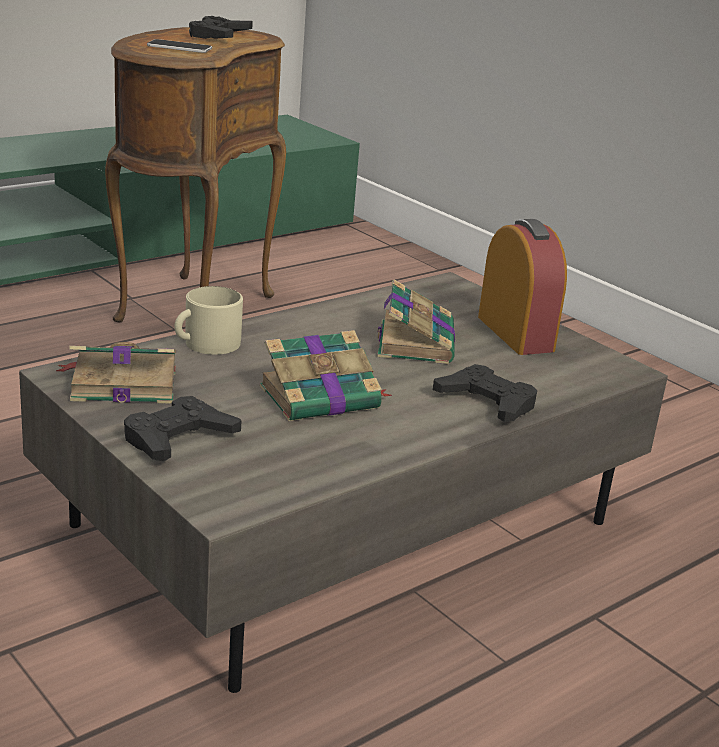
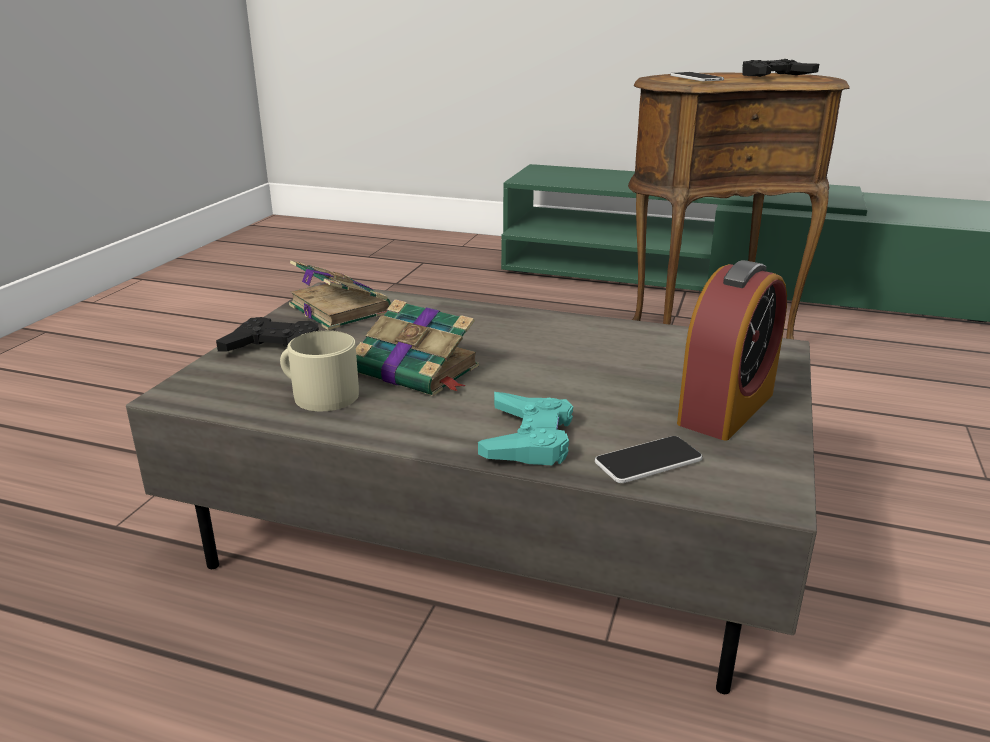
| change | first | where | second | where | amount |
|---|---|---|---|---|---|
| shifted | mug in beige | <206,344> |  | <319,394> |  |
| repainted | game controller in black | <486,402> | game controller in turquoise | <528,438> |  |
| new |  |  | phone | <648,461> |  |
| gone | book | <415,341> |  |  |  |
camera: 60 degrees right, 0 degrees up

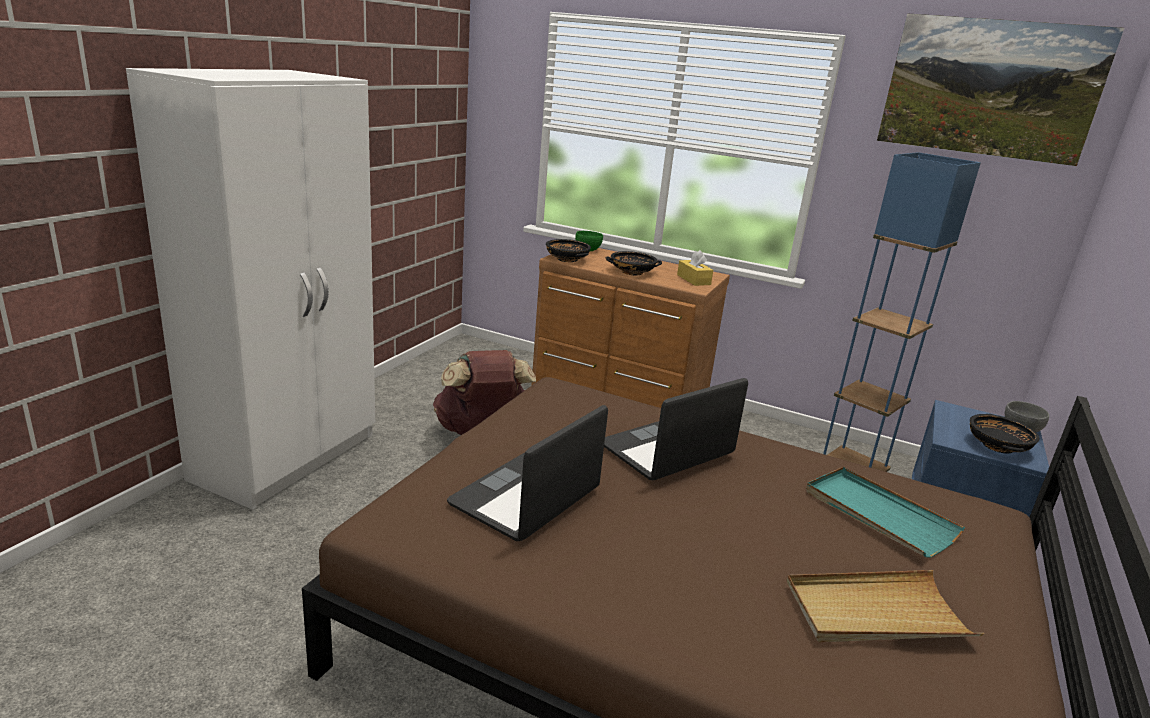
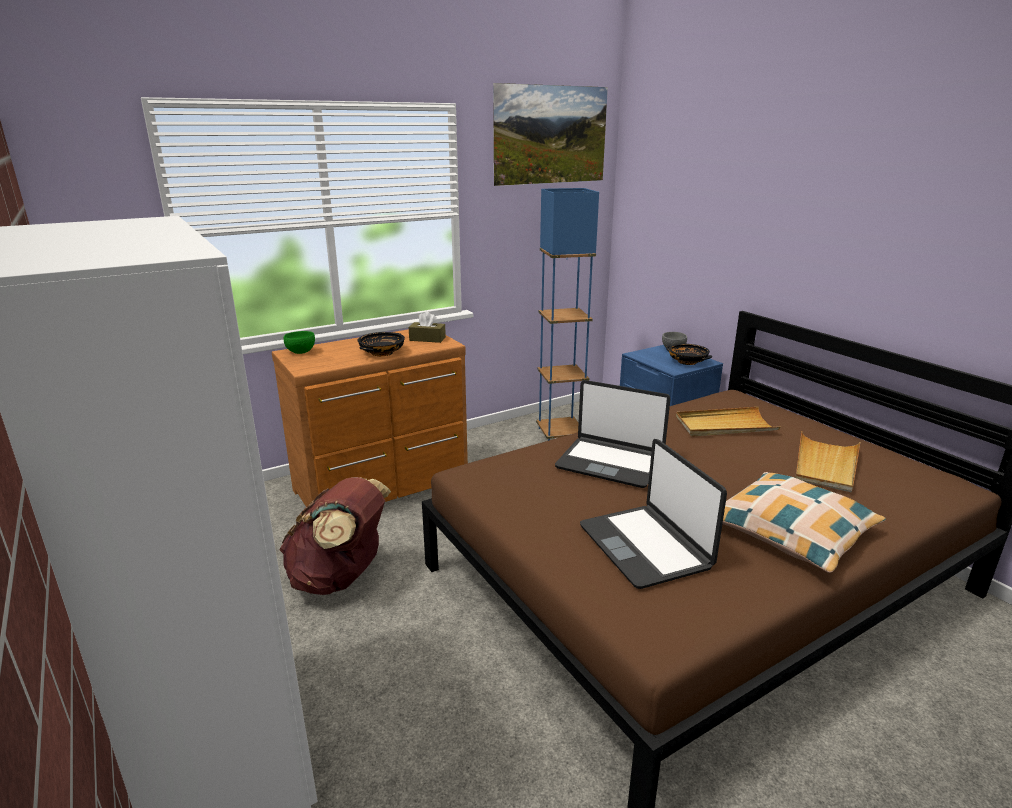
| change | first | where | second | where | amount |
|---|---|---|---|---|---|
| repainted | tissue box in yellow | <693,280> | tissue box in brown | <427,339> |  |
| rotated | laptop | <667,451> |  | <610,463> | 60 degrees counterclockwise |
| repainted | tray in turquoise | <878,515> | tray in beige | <724,425> |  |
| new |  |  | pillow | <791,531> |  |
| gone | bowl in black | <567,259> |  |  |  |
camera: 55 degrees left, 0 degrees up

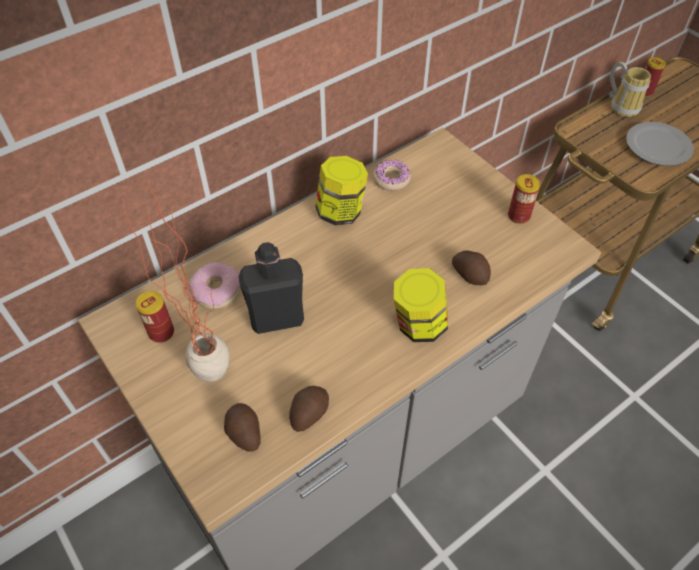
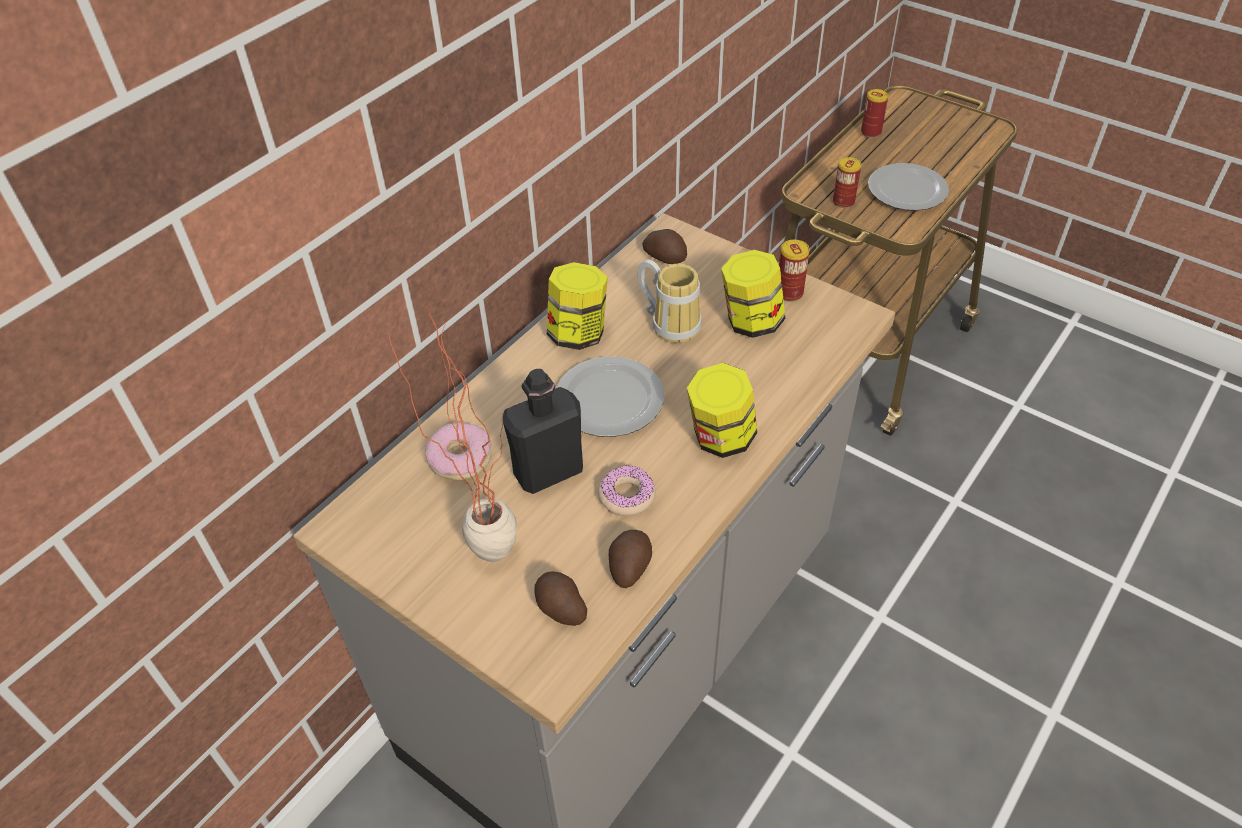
| change | first | where | second | where | amount |
|---|---|---|---|---|---|
| new |  |  | plate | <607,399> |  |
| shifted | donut | <391,179> |  | <627,496> |  |
| shifted | mug | <622,105> |  | <672,323> |  |
| shifted | potato | <470,274> |  | <665,256> |  |
| new |  |  | jar | <750,322> |  |
| shifted | can | <161,332> |  | <843,202> |  |
camera: 15 degrees left, 5 degrees down

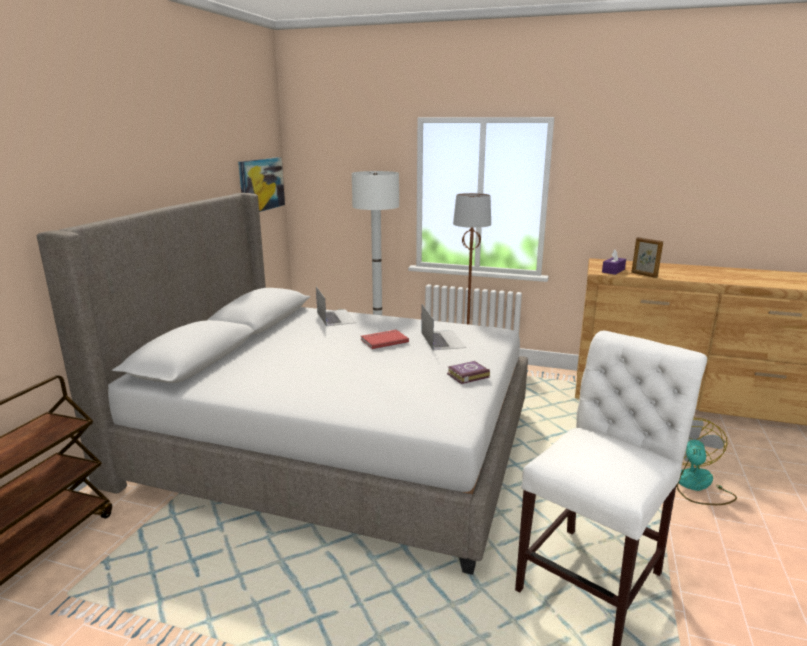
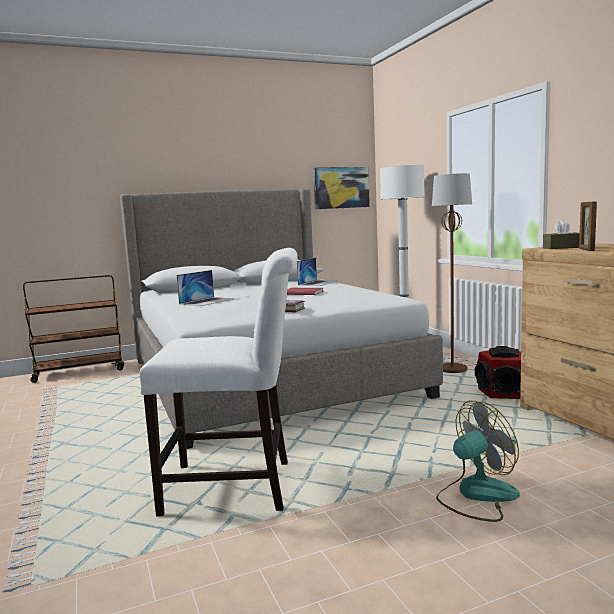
| change | first | where | second | where | amount |
|---|---|---|---|---|---|
| shifted | laptop | <442,339> |  | <207,301> |  |
| new |  |  | speaker | <503,392> |  |
| repainted | tissue box in purple | <613,271> | tissue box in brown | <562,247> |  |
camera: 50 degrees right, 10 degrees down

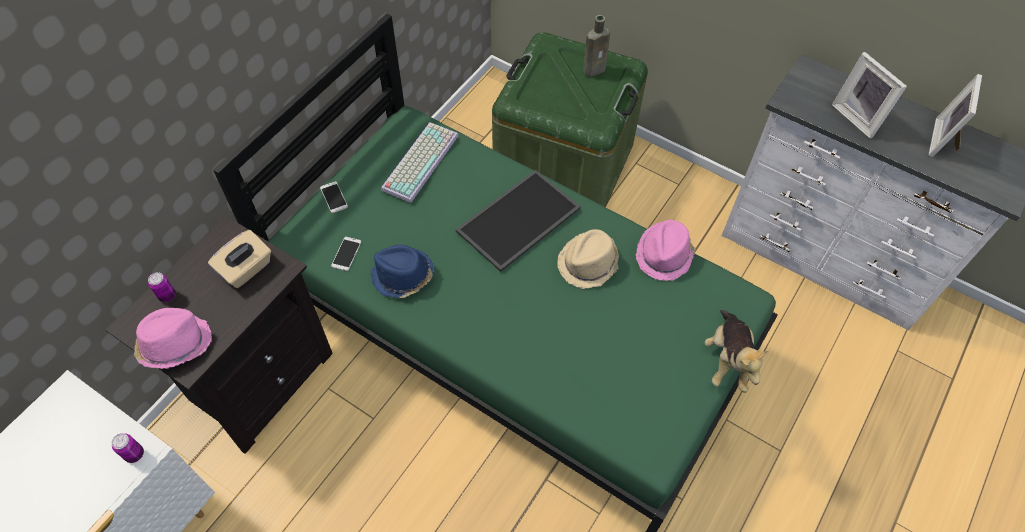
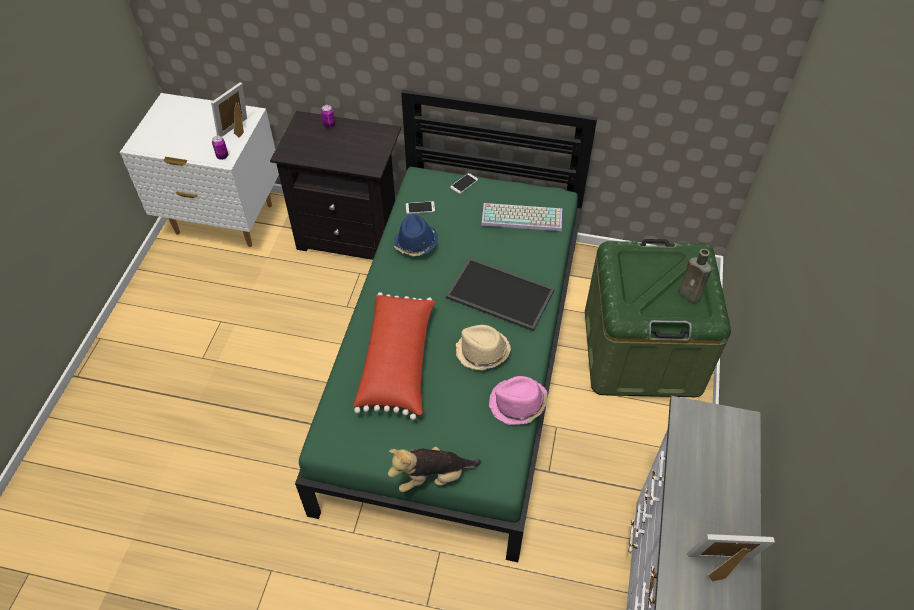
| change | first | where | second | where | amount |
|---|---|---|---|---|---|
| shifted | picture frame | <858,117> |  | <237,131> |  |
| new |  |  | pillow in red | <398,362> |  |
| gone | hat in pink | <175,344> |  |  |  |
| gone | tissue box in beige | <246,269> |  |  |  |
camera: 70 degrees right, 5 degrees down

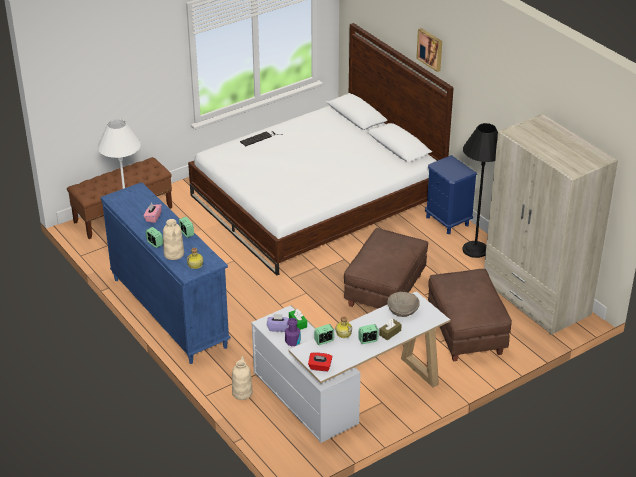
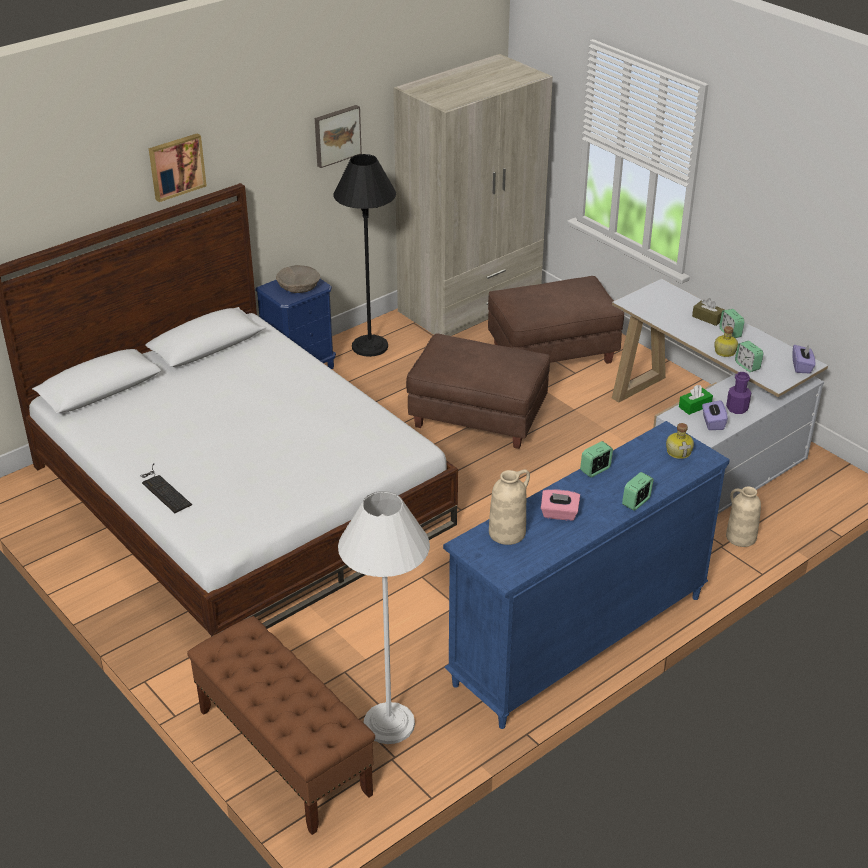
| change | first | where | second | where | amount |
|---|---|---|---|---|---|
| shifted | bowl in beige | <402,309> |  | <298,286> |  |
| new |  |  | picture | <336,135> |  |
| shifted | vase in beige | <174,254> |  | <507,532> |  |
| repainted | tissue box in red | <320,367> | tissue box in purple | <802,366> |  |
camera: 95 degrees left, 0 degrees up

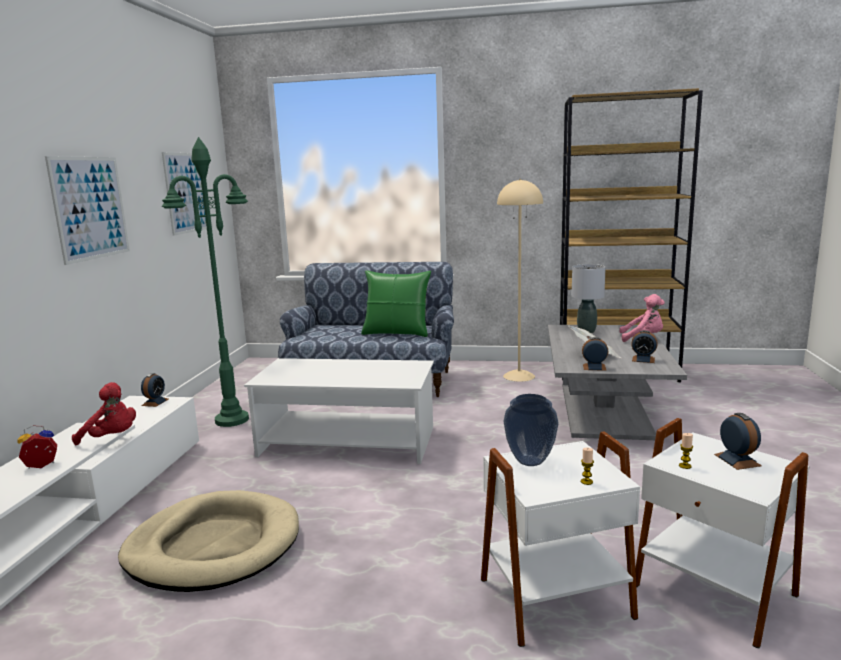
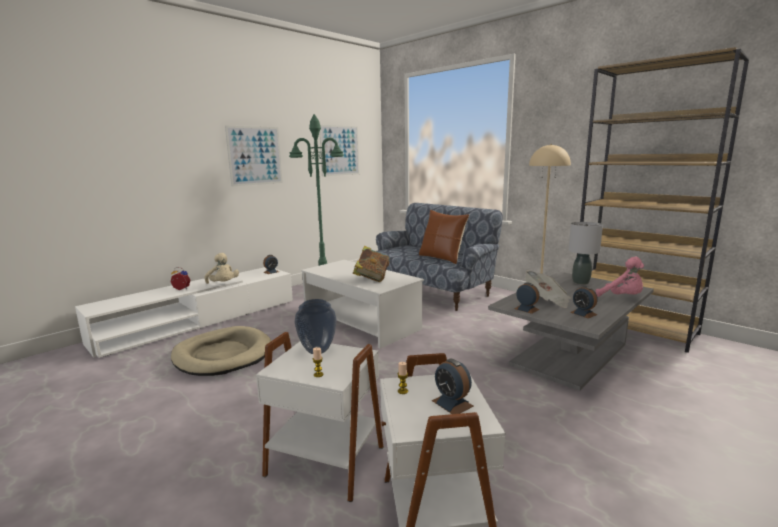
| change | first | where | second | where | amount |
|---|---|---|---|---|---|
| repainted | plush toy in red | <112,438> | plush toy in beige | <223,284> |  |
| new |  |  | book | <372,278> |  |
| repainted | pillow in green | <397,333> | pillow in brown | <442,258> |  |
| rotated | alarm clock | <737,460> |  | <452,403> | 120 degrees clockwise |
camera: 35 degrees right, 0 degrees up

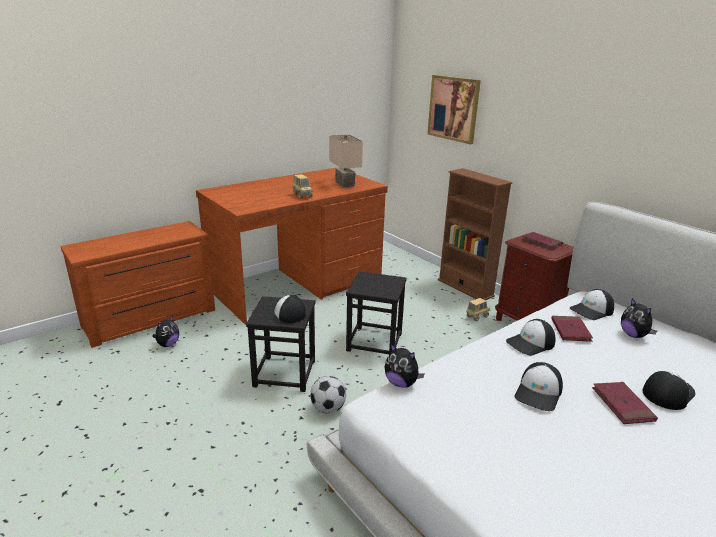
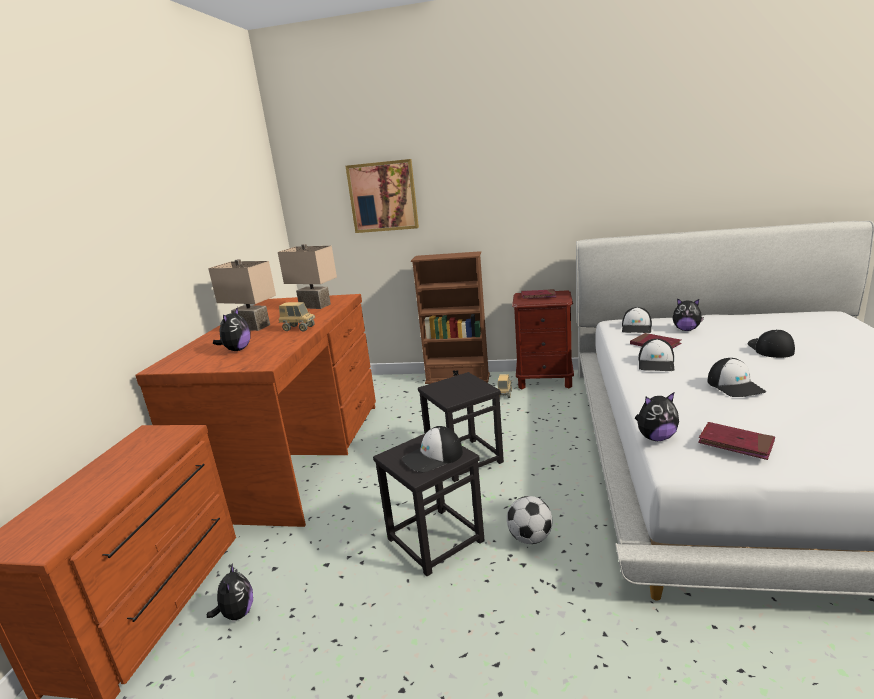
| change | first | where | second | where | amount |
|---|---|---|---|---|---|
| new |  |  | table lamp in beige | <254,326> |  |
| new |  |  | plush toy | <237,350> |  |
| shifted | book in red | <622,405> |  | <735,443> |  |
camera: 40 degrees left, 5 degrees down

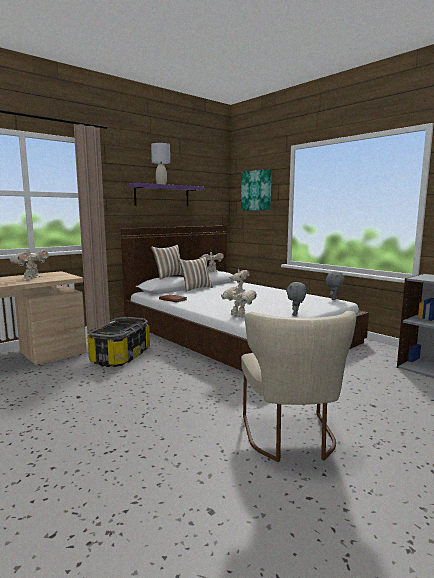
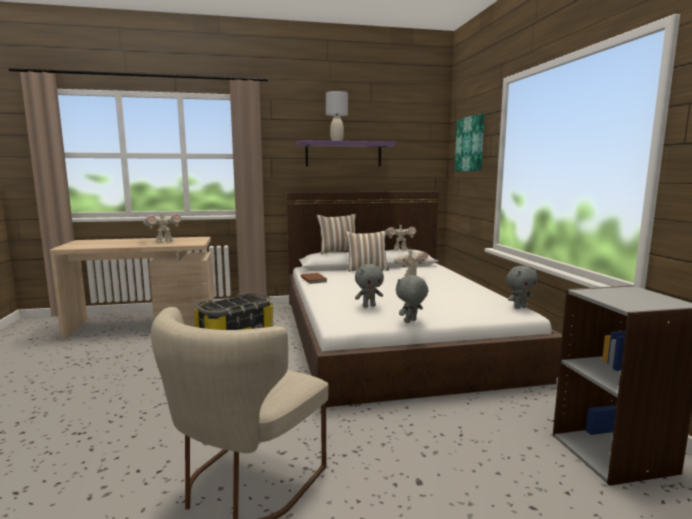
| change | first | where | second | where | amount |
|---|---|---|---|---|---|
| new |  |  | plush toy in grey | <369,306> |  |
| gone | toy robot | <238,316> |  |  |  |
camera: 30 degrees right, 0 degrees up

